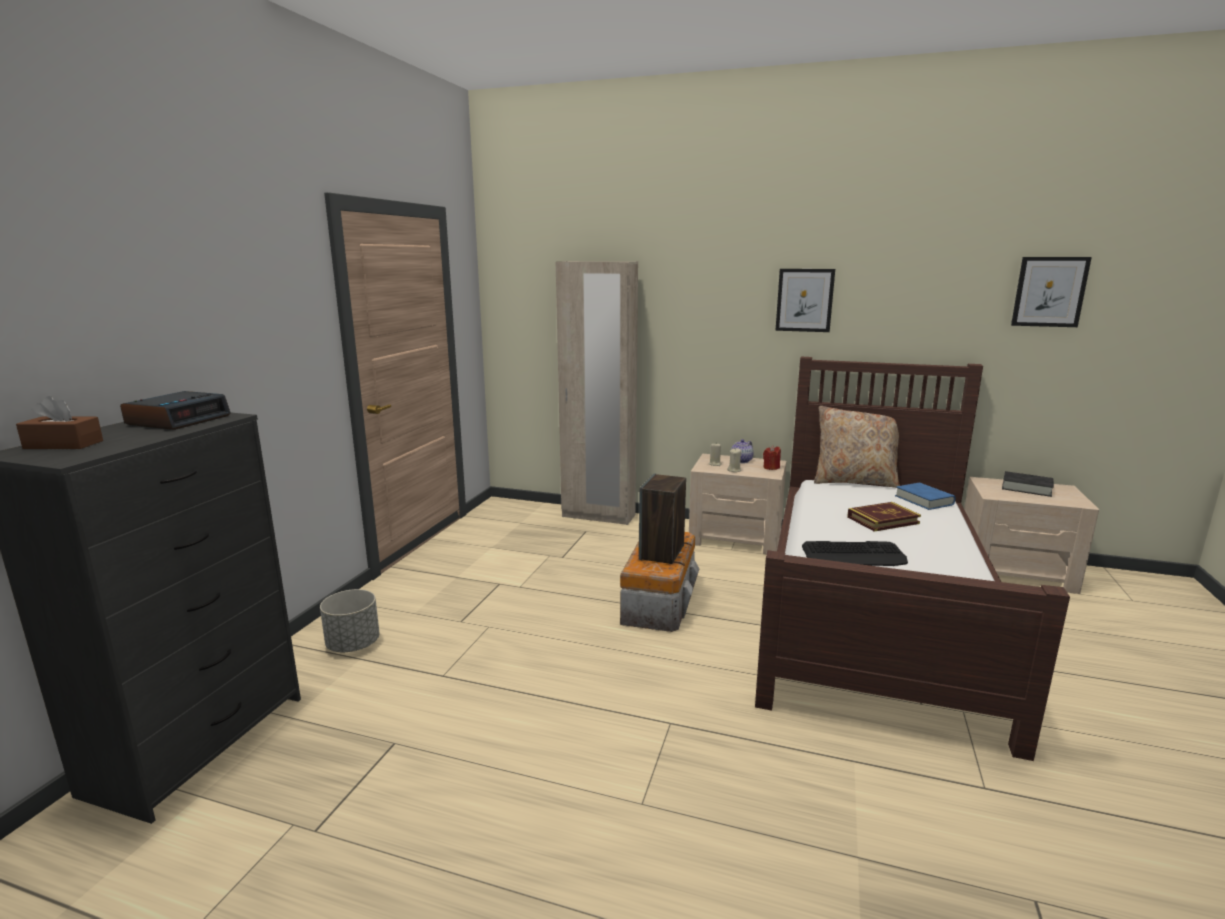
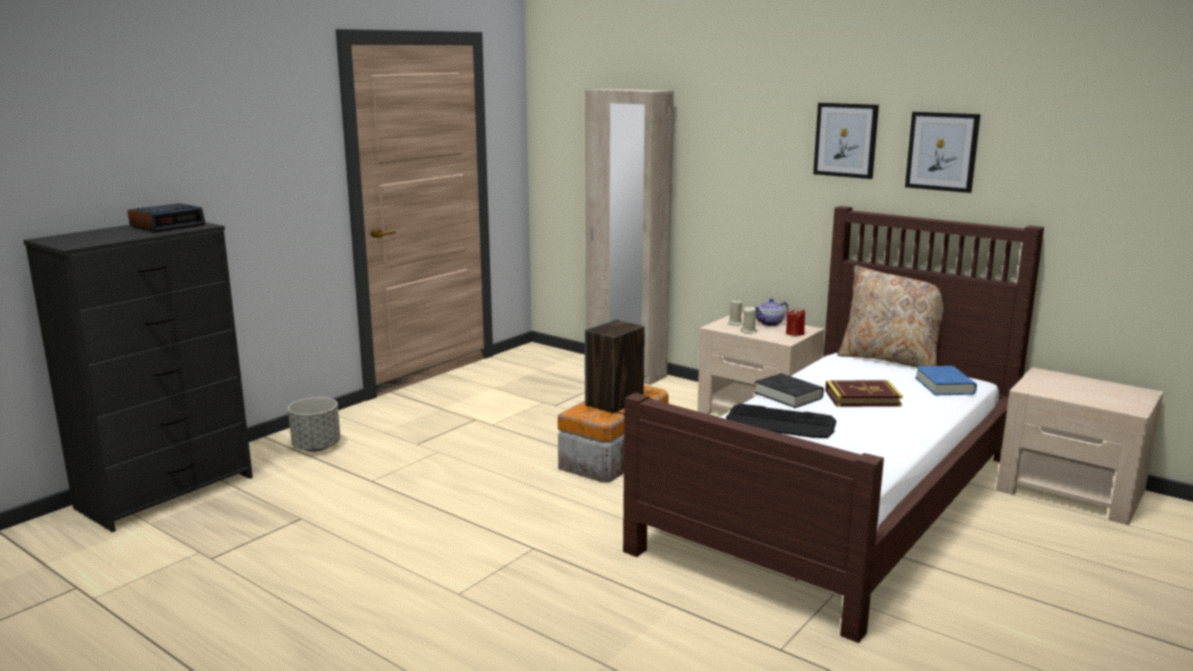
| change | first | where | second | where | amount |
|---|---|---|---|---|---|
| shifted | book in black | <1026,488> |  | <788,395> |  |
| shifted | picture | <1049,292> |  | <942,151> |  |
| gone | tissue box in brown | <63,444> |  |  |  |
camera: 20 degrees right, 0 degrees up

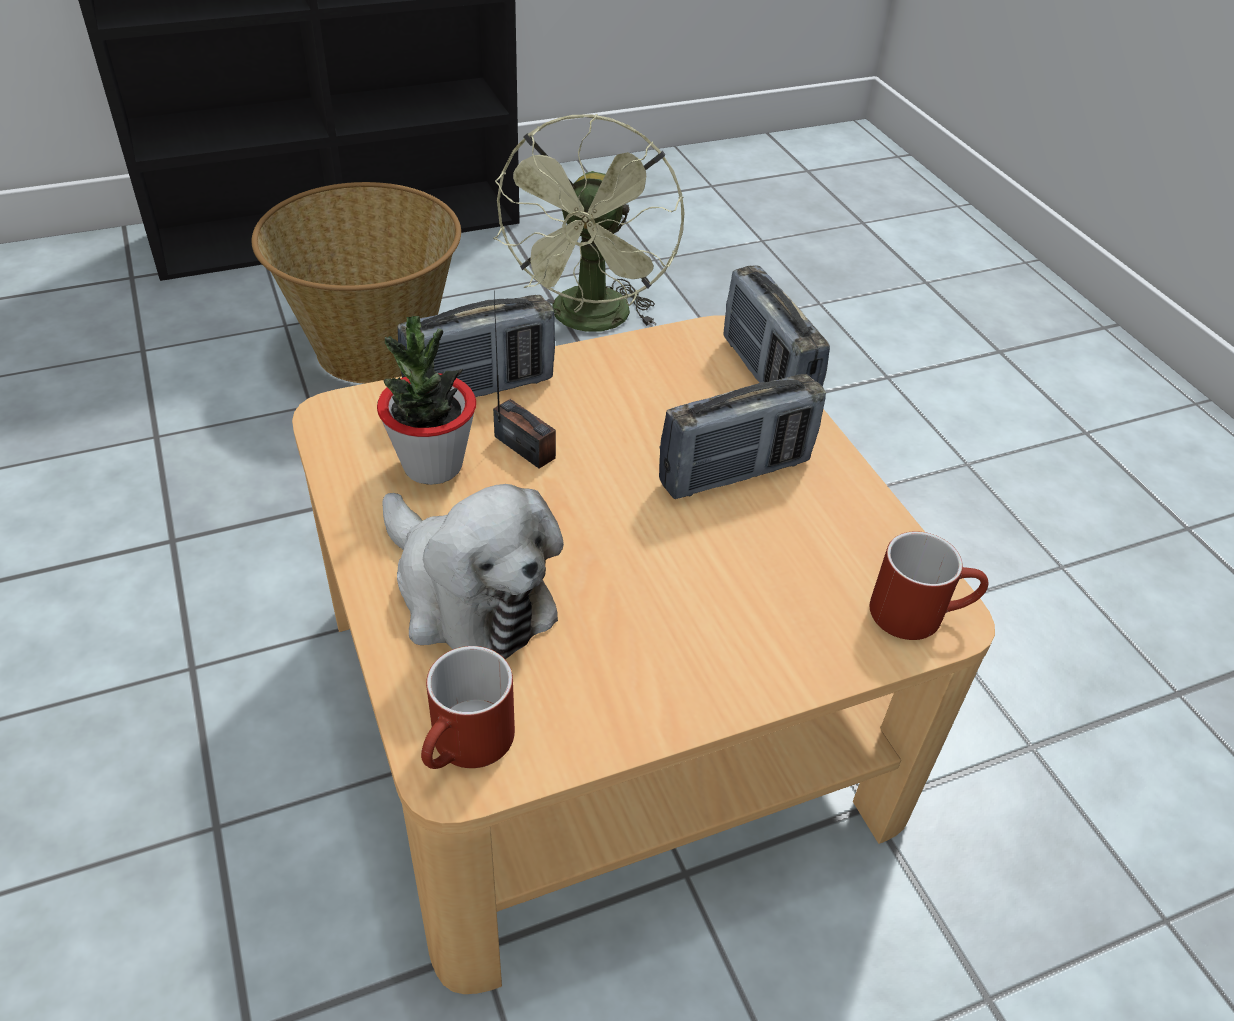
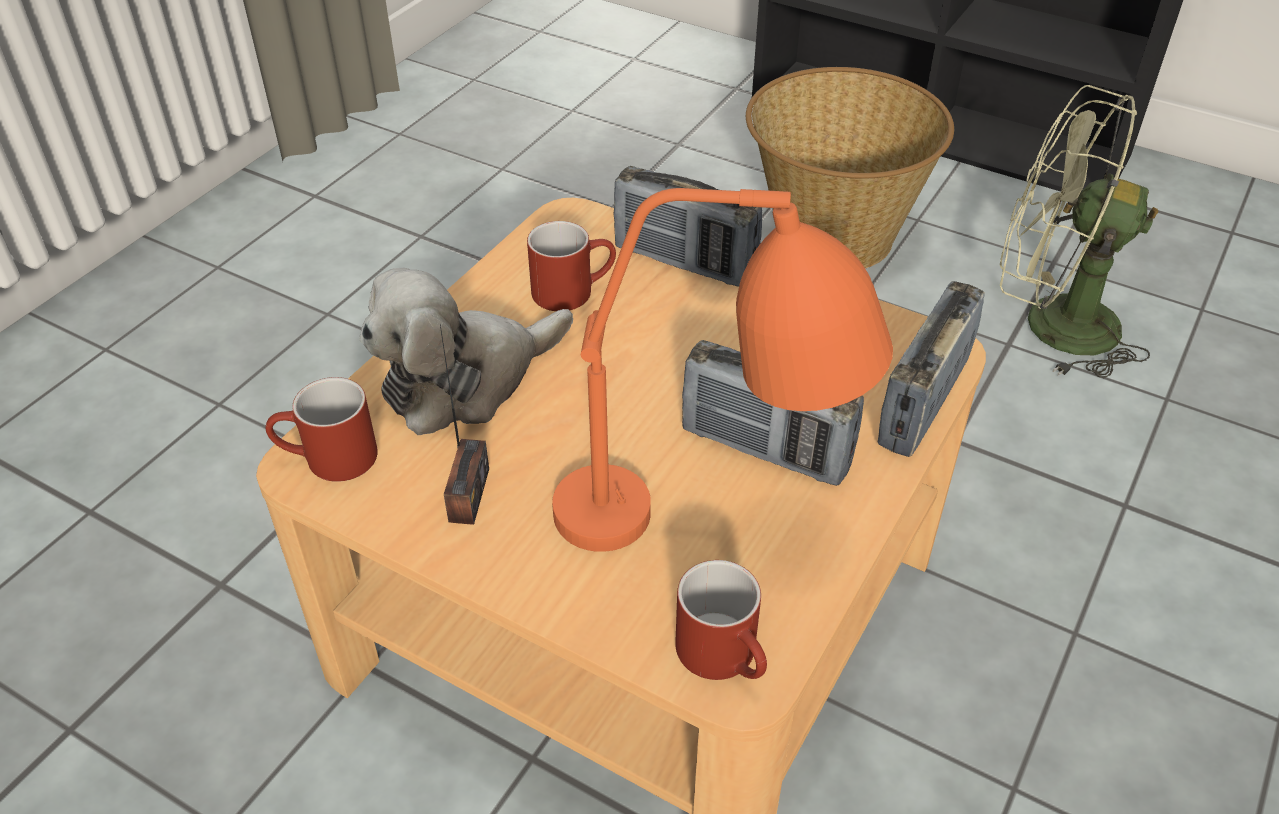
| change | first | where | second | where | amount |
|---|---|---|---|---|---|
| rotated | plush toy | <468,594> |  | <466,380> | 45 degrees clockwise |
| shifted | radio | <524,447> |  | <468,495> |  |
| swapped | potted plant | <432,466> | mug in red | <573,290> |  |
| new |  |  | table lamp in orange | <709,530> |  |
| rotated | fan in green | <590,322> |  | <1049,325> | 45 degrees clockwise |
camera: 55 degrees right, 0 degrees up

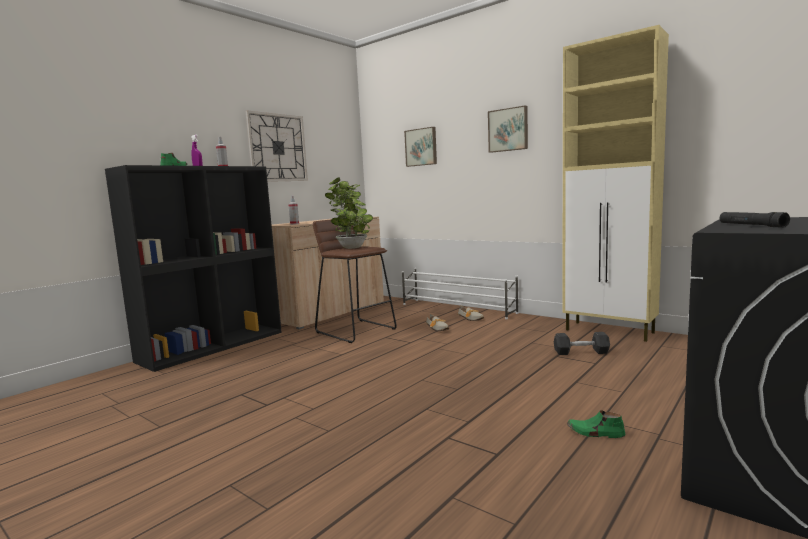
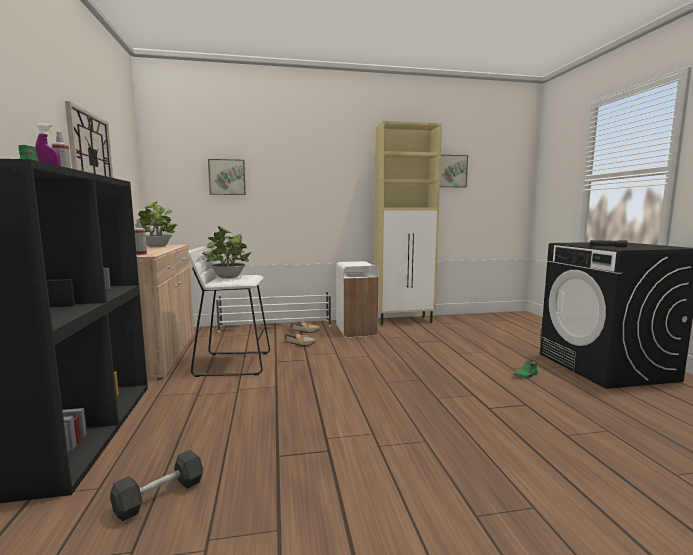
| change | first | where | second | where | amount |
|---|---|---|---|---|---|
| shifted | dumbbell in grey | <581,352> |  | <160,496> |  |
| repainted | stool in brown | <356,330> | stool in white | <233,363> |  |
| new |  |  | trash can in white | <356,331> |  |
| shifted | picture | <508,130> |  | <451,171> |  |
camera: 50 degrees left, 0 degrees up

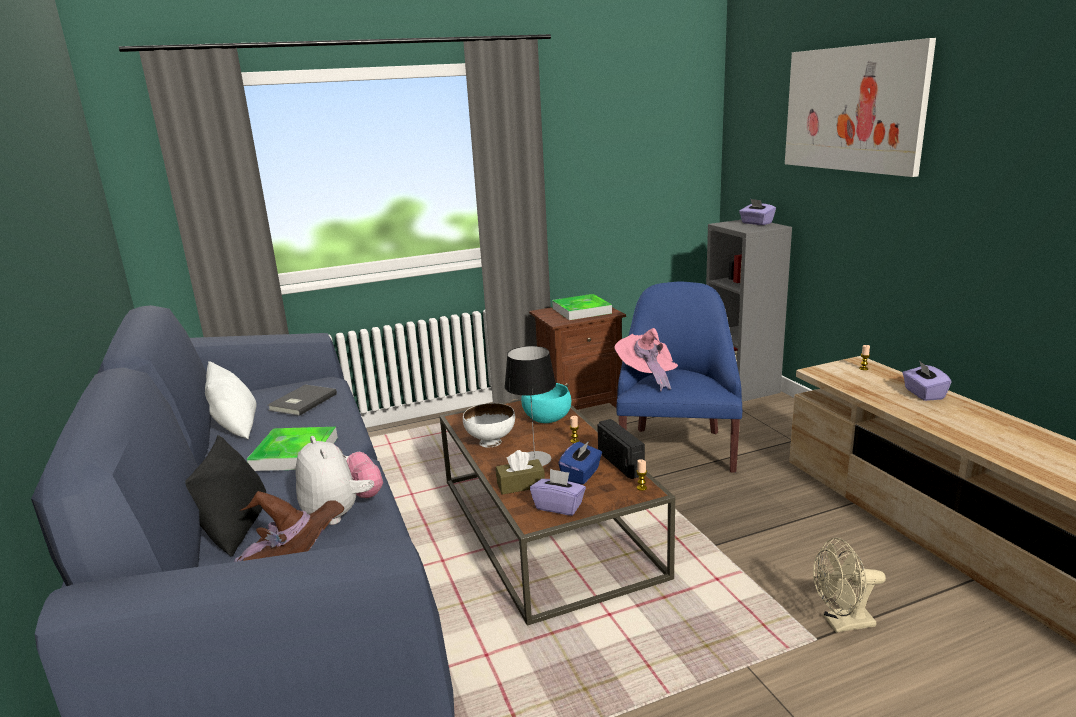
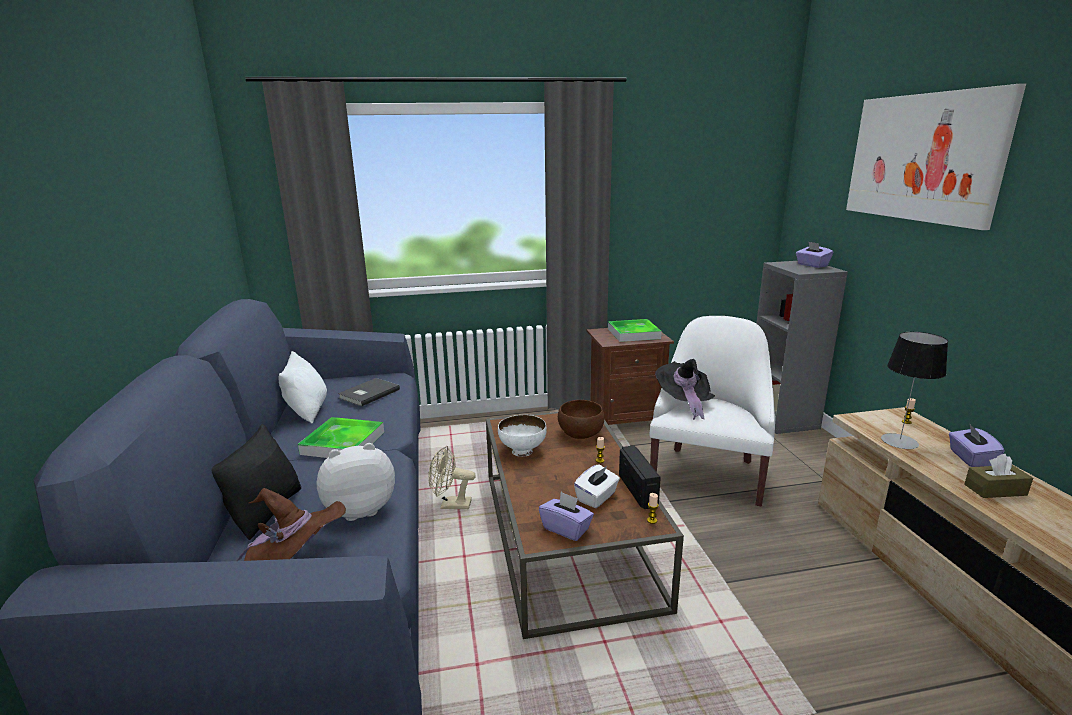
| change | first | where | second | where | amount |
|---|---|---|---|---|---|
| rotated | plush toy | <342,513> |  | <360,509> | 90 degrees counterclockwise |
| shifted | fan in beige | <842,623> |  | <450,505> |  |
| repainted | bowl in turquoise | <547,418> | bowl in brown | <581,433> |  |
| repainted | tissue box in blue | <581,475> | tissue box in white | <597,497> |  |
| repainted | armchair in blue | <677,448> | armchair in white | <708,473> |  |
| repainted | hat in pink | <647,376> | hat in black | <684,403> |  |
| shifted | table lamp | <534,459> |  | <899,441> |  |
| shifted | tissue box in brown | <520,485> |  | <995,490> |  |
camera: 10 degrees right, 0 degrees up

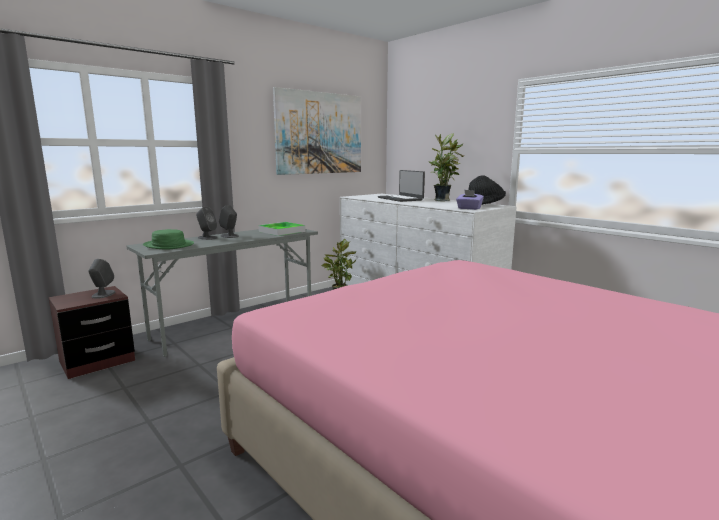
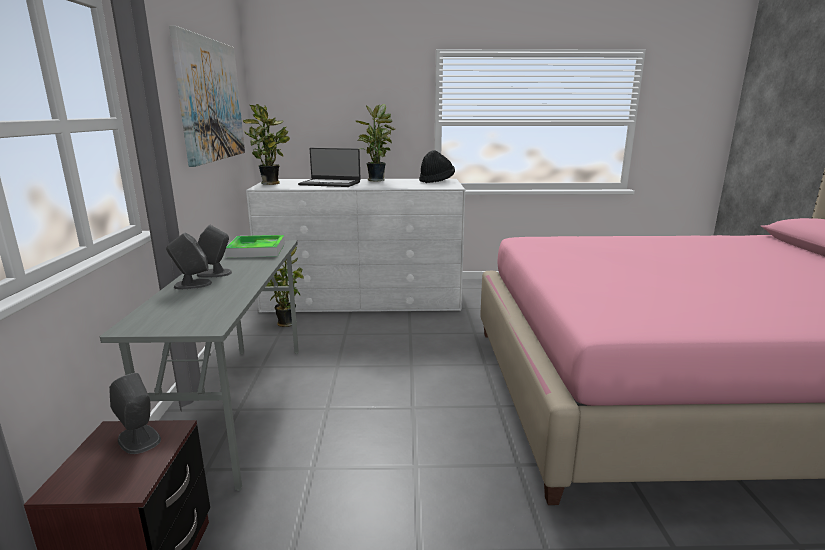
| change | first | where | second | where | amount |
|---|---|---|---|---|---|
| new |  |  | potted plant | <272,183> |  |
| gone | hat in green | <168,245> |  |  |  |
| gone | tissue box in purple | <469,208> |  |  |  |
camera: 50 degrees left, 5 degrees up

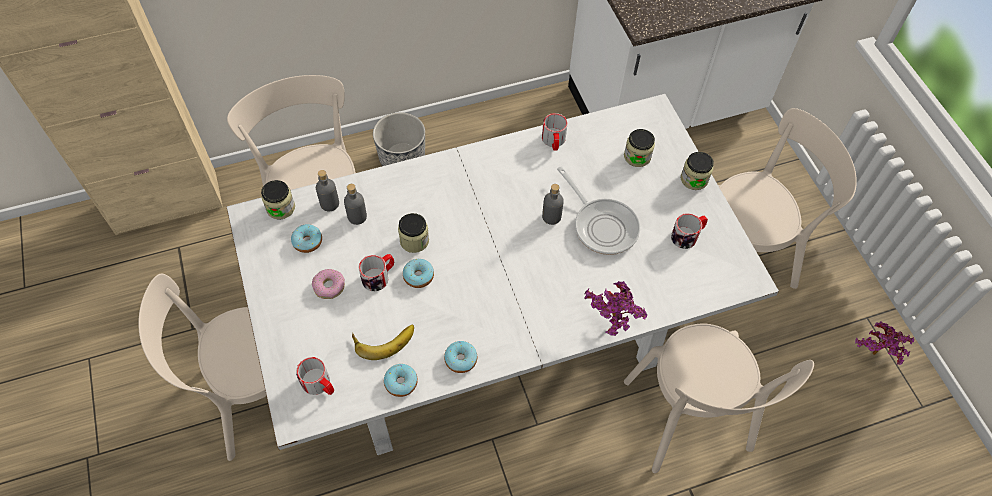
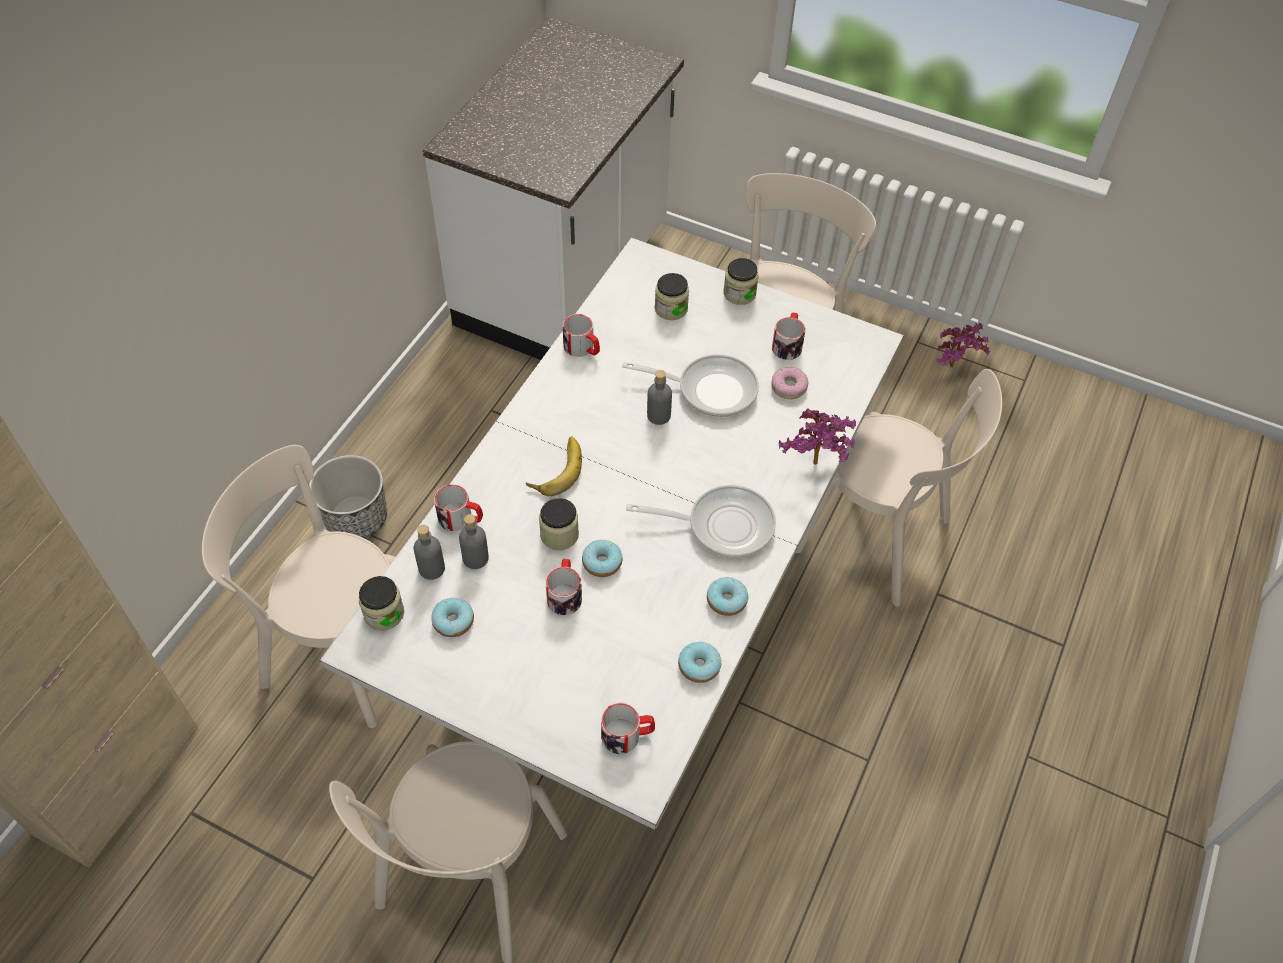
| change | first | where | second | where | amount |
|---|---|---|---|---|---|
| new |  |  | mug | <461,519> |  |
| shifted | banana | <383,339> |  | <556,469> |  |
| new |  |  | frying pan | <722,525> |  |
| shifted | donut | <329,286> |  | <788,387> |  |
camera: 45 degrees left, 5 degrees down

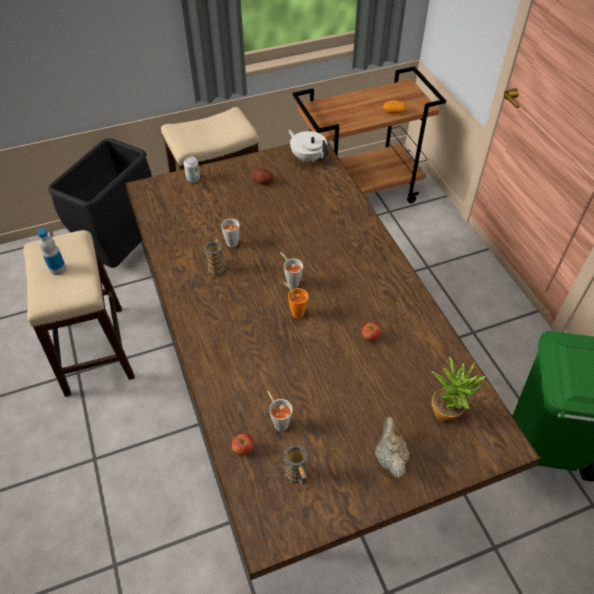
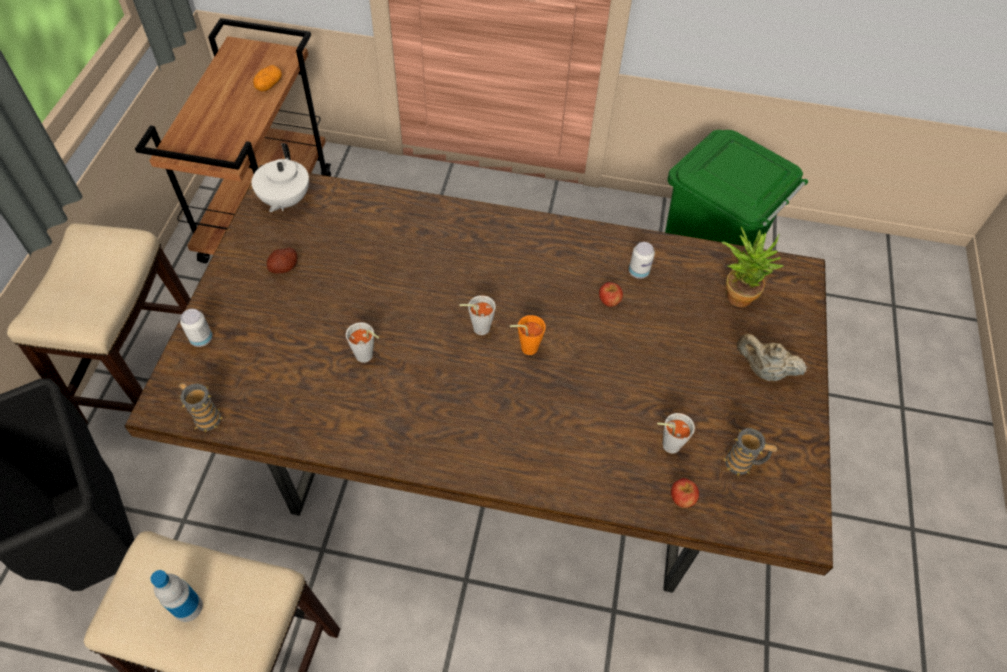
| change | first | where | second | where | amount |
|---|---|---|---|---|---|
| shifted | mug | <217,266> |  | <204,416> |  |
| rotated | teapot in white | <308,157> |  | <285,200> | 75 degrees counterclockwise |
| new |  |  | can | <638,272> |  |
camera: 60 degrees left, 5 degrees up

